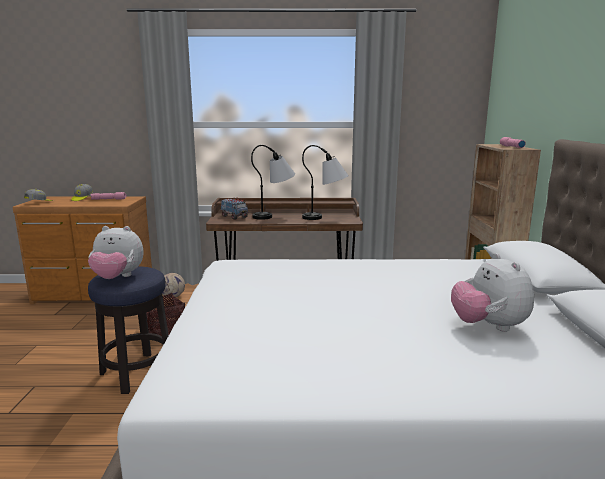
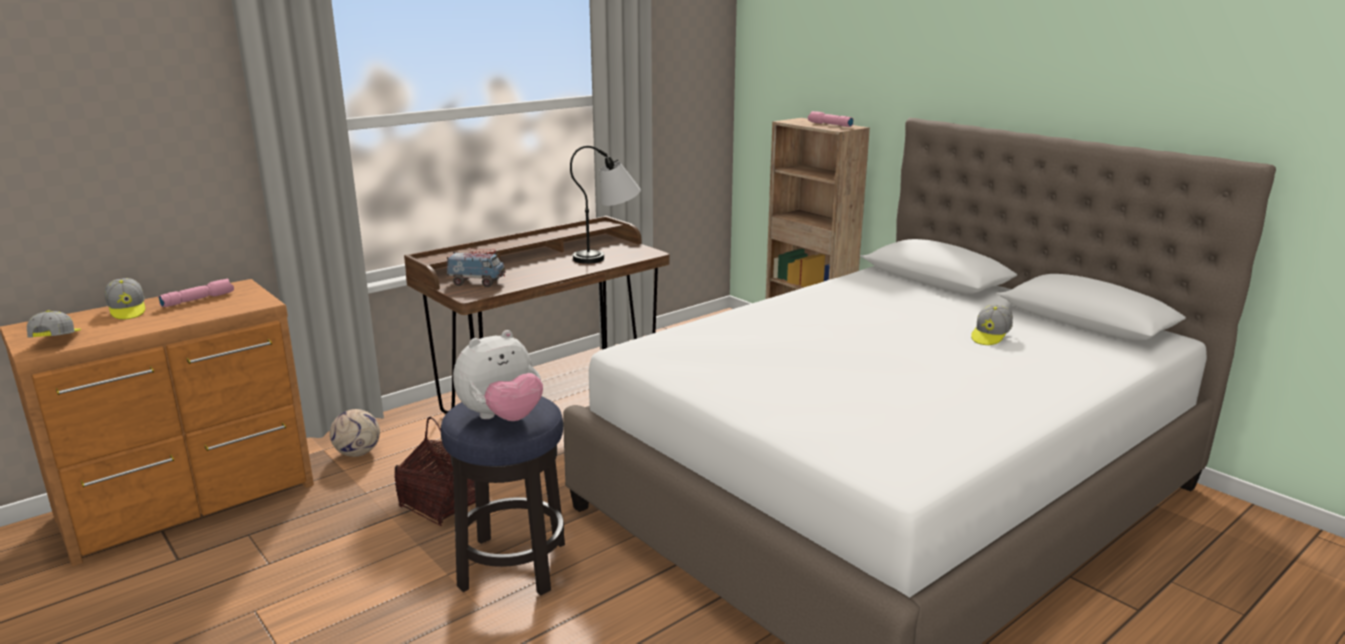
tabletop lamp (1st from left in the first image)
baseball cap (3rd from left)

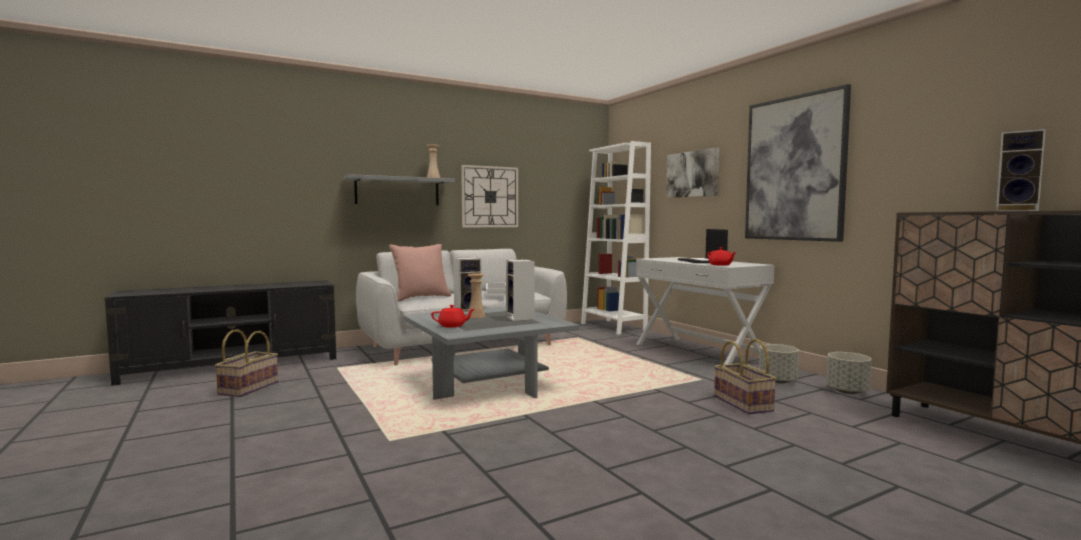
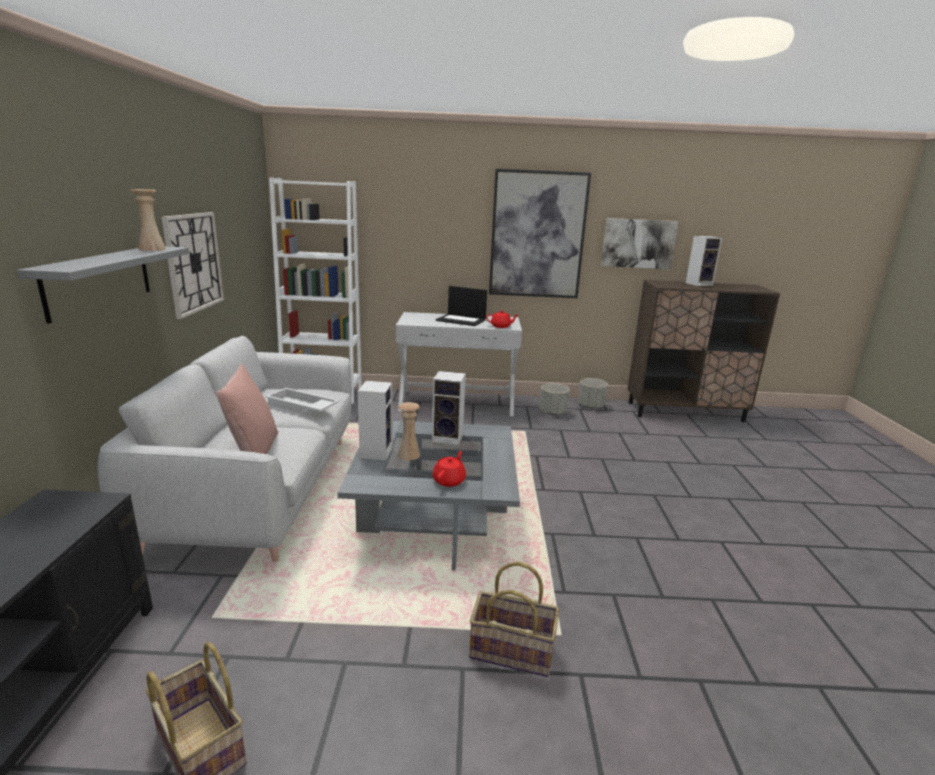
wall picture (2nd from left)
storage basket (2nd from left)

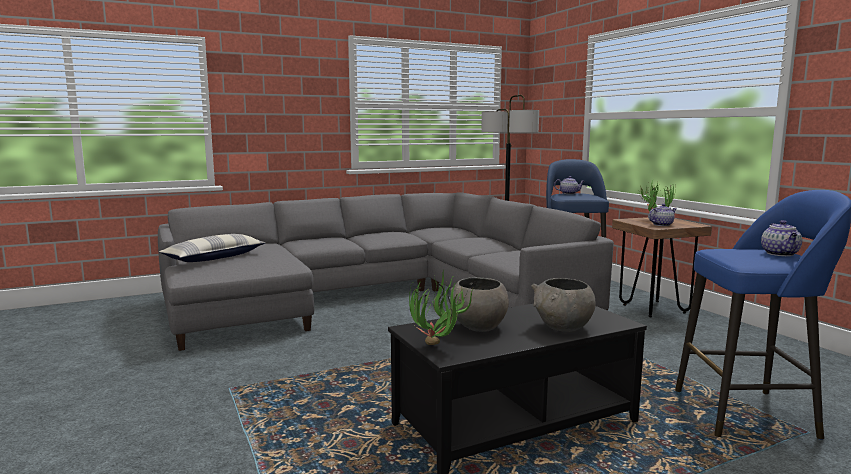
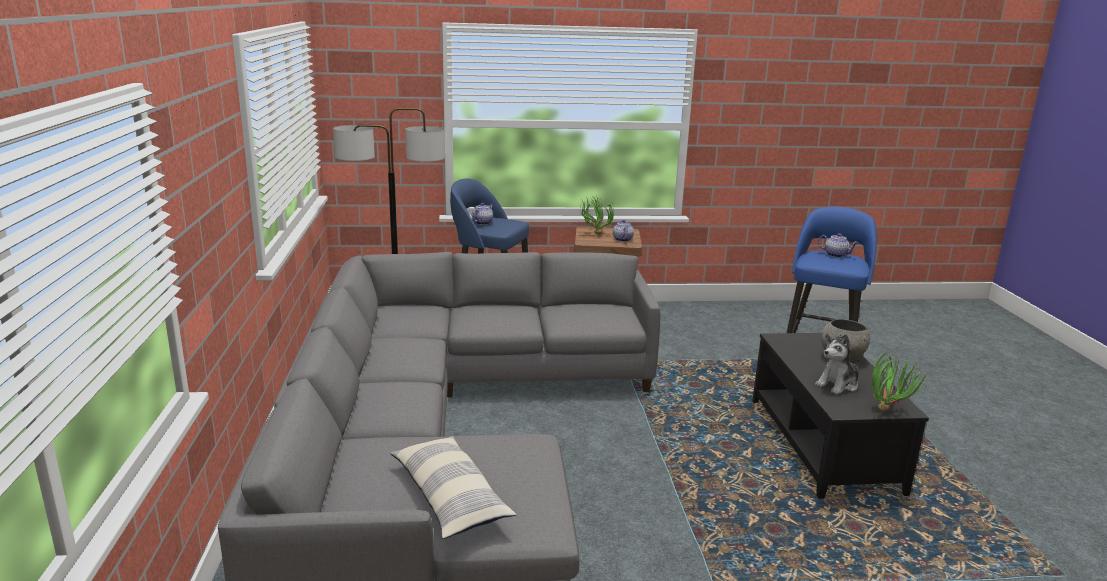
plush toy

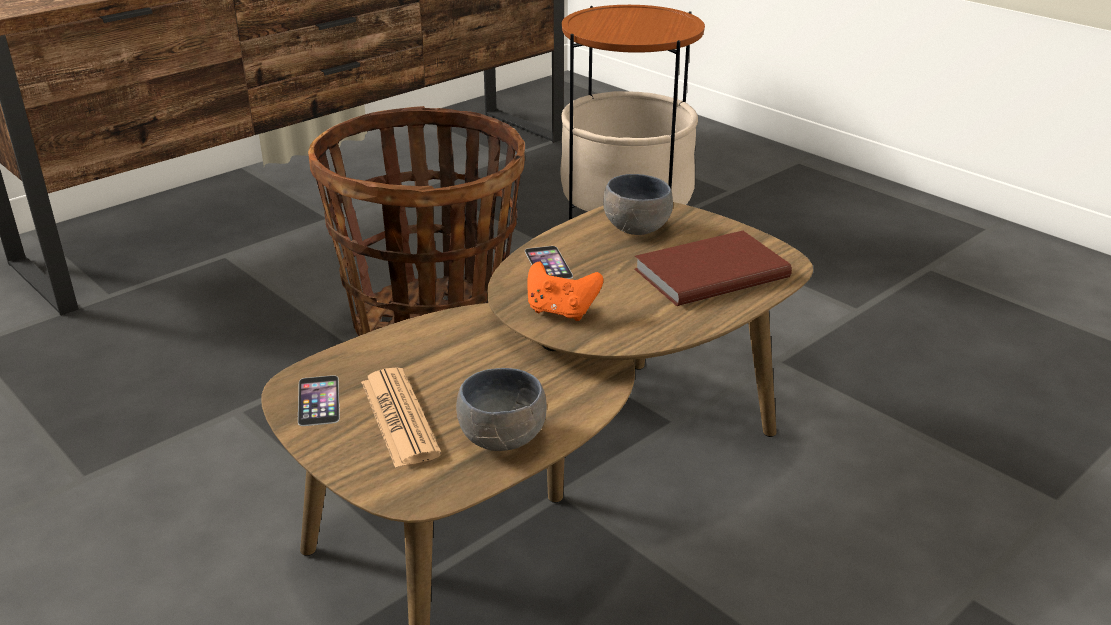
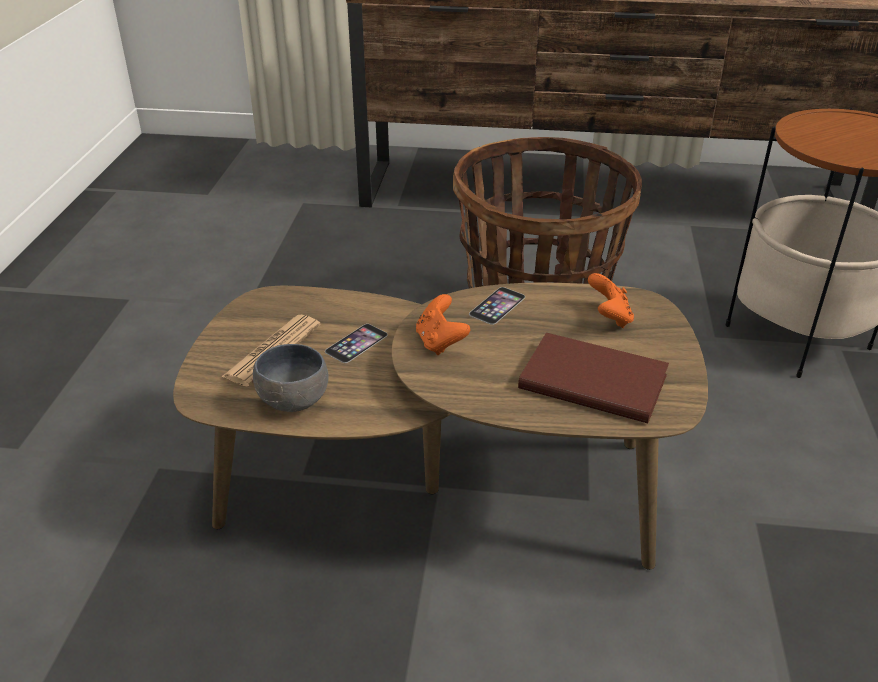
phone (1st from left)
orange gamepad (2nd from left)

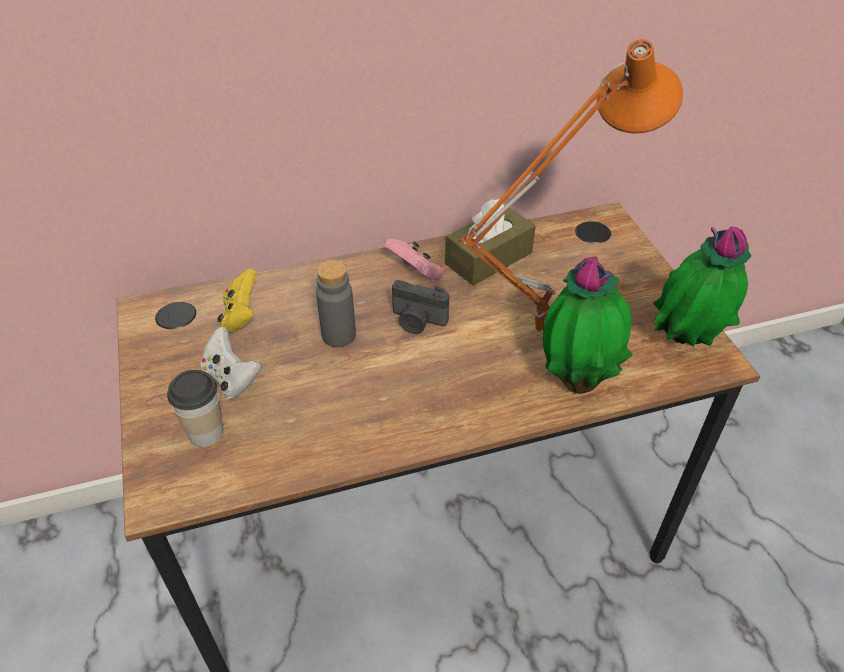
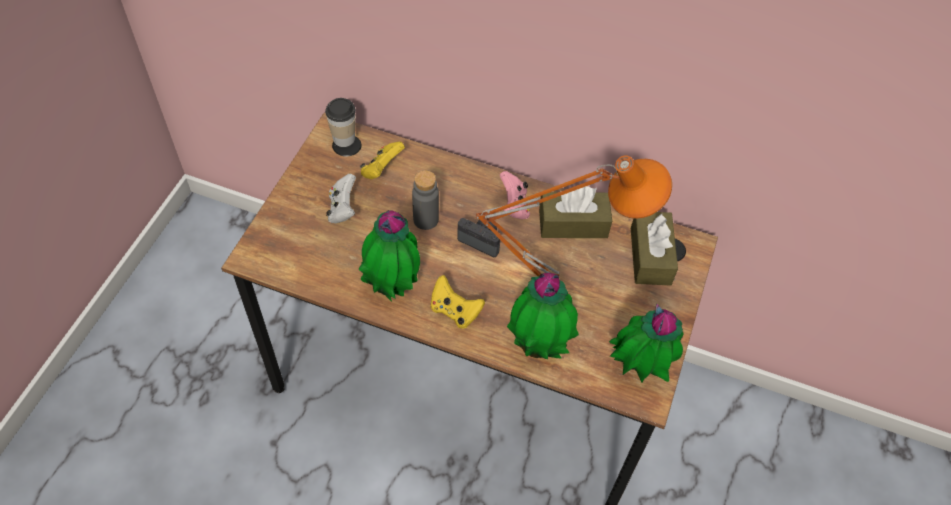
plant in a pot (1st from left)
yellowish gamepad (2nd from left)
brown tissue box (2nd from left)
small cup
photo camera

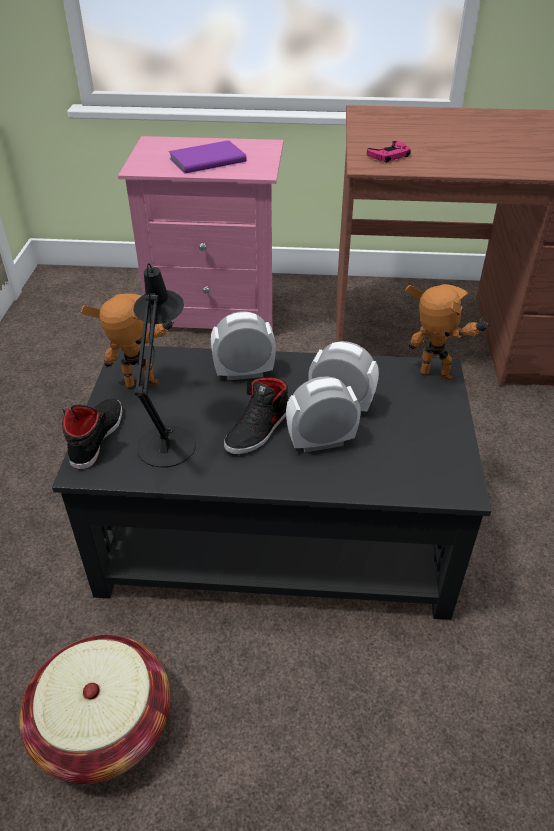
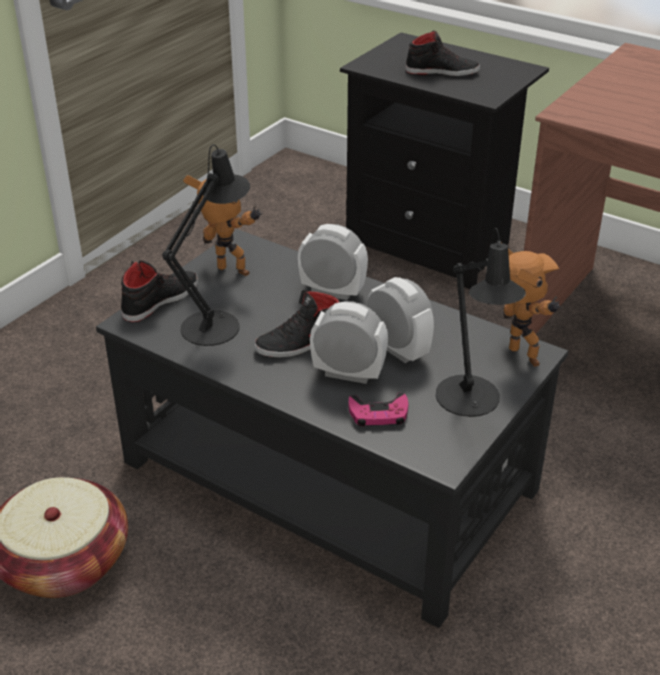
black tabletop lamp (2nd from left)
pink-coloured gamepad
black shoe (3rd from left)
black bedside table

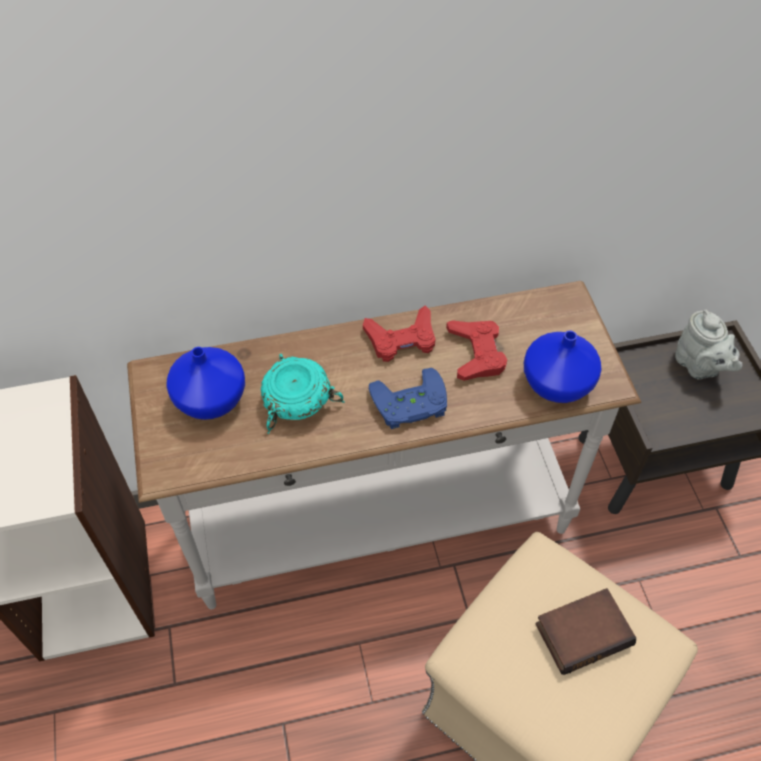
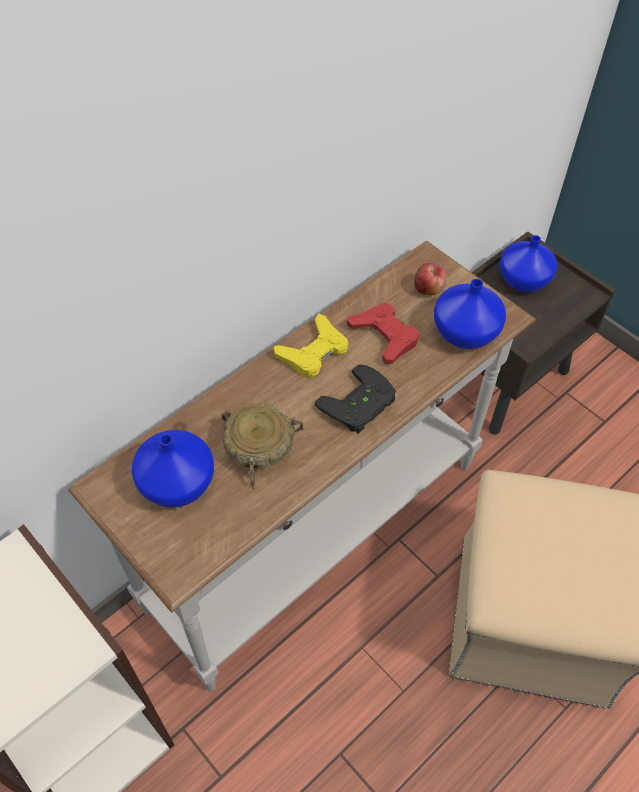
book
apple fruit
blue-coloured vase (3rd from left)
sand-coloured serving bowl
yellowish gamepad
black gamepad

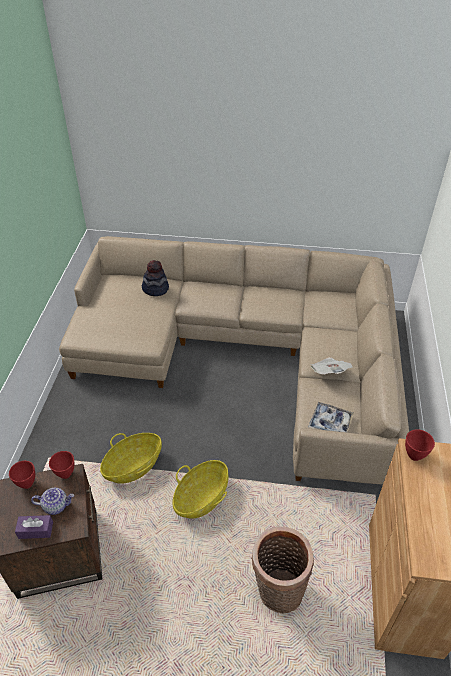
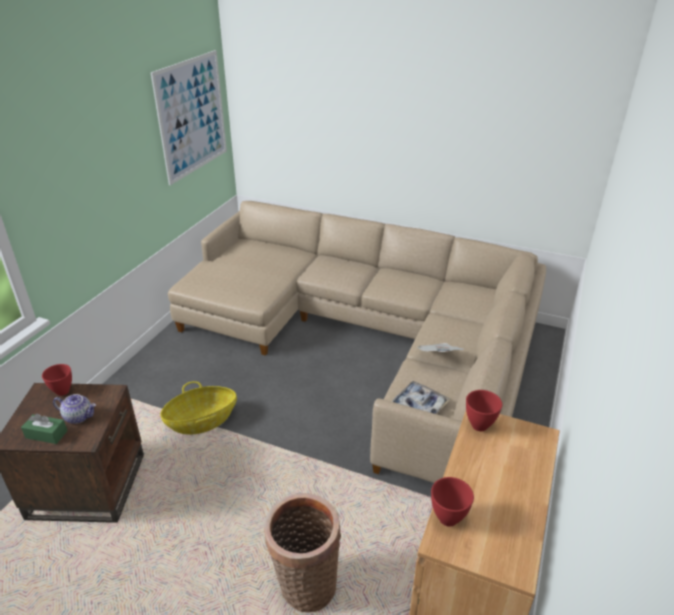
clothing hat
storage basket (2nd from left in the first image)
wall picture
reddish serving bowl (2nd from left)
green tissue box

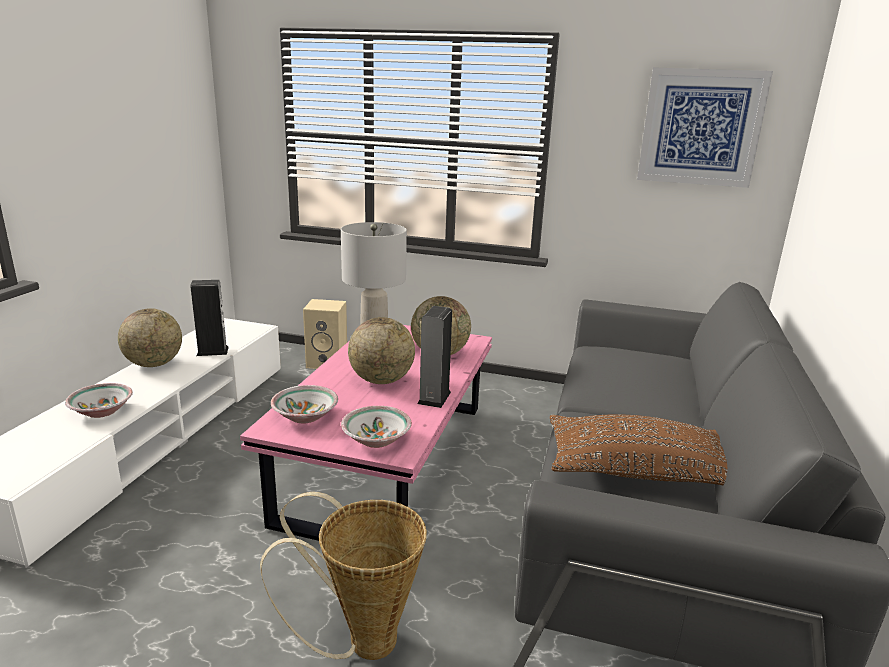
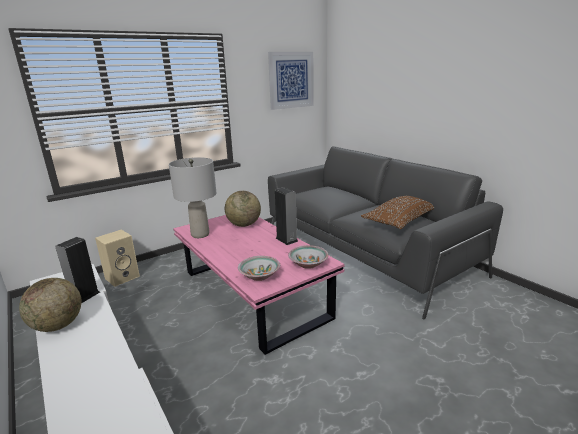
serving bowl (1st from left in the first image)
storage basket
world globe (2nd from left in the first image)

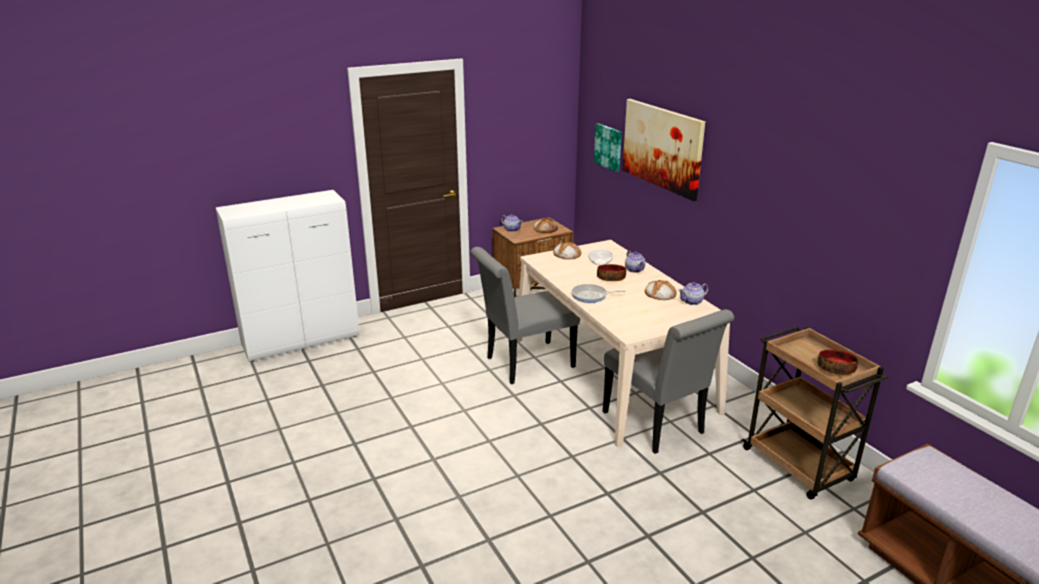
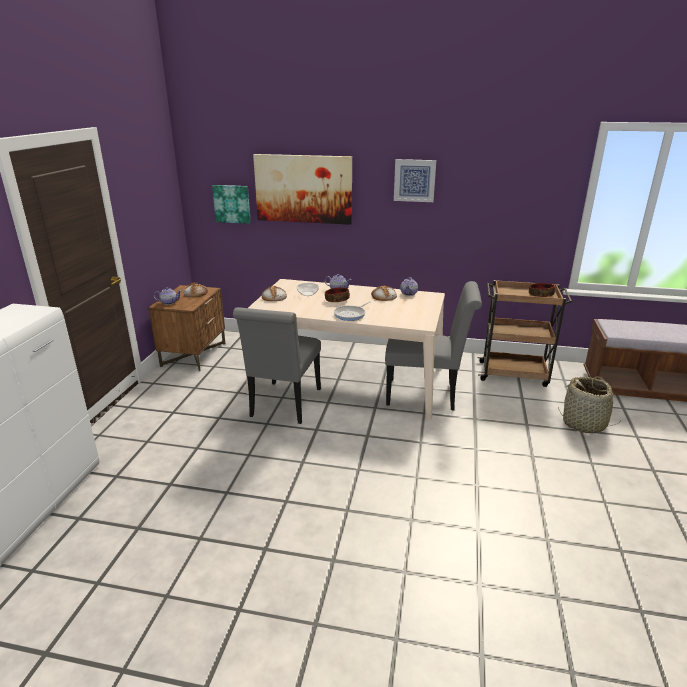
wall picture (3rd from left)
storage basket

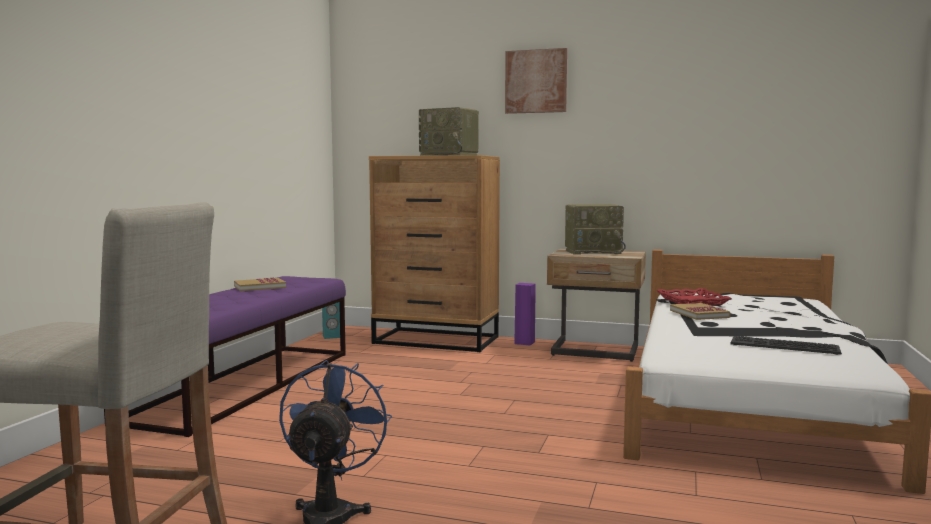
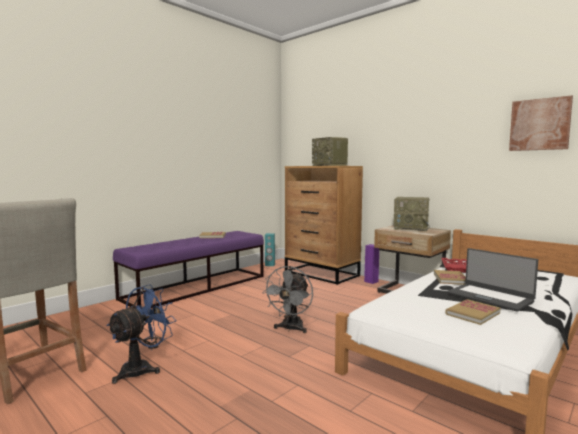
grey fan
laptop
wall picture
book (3rd from left)

